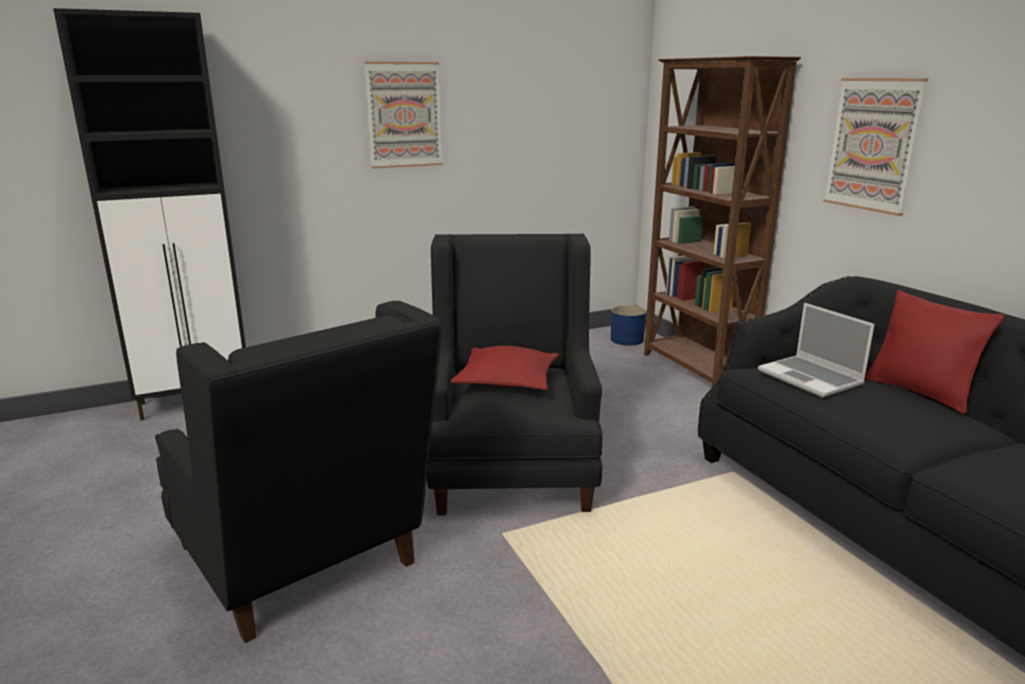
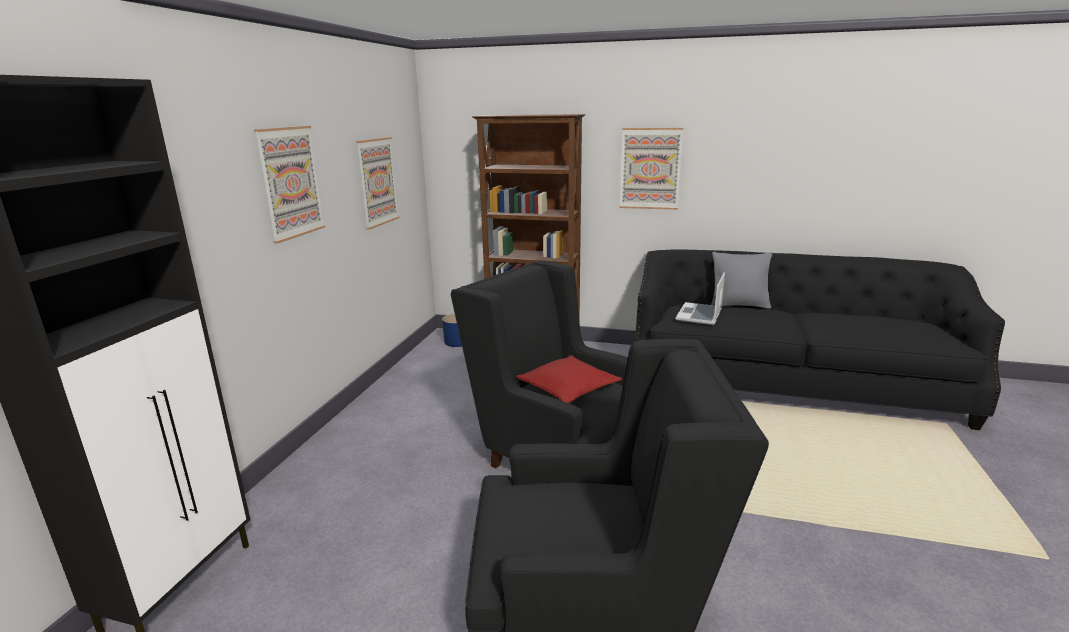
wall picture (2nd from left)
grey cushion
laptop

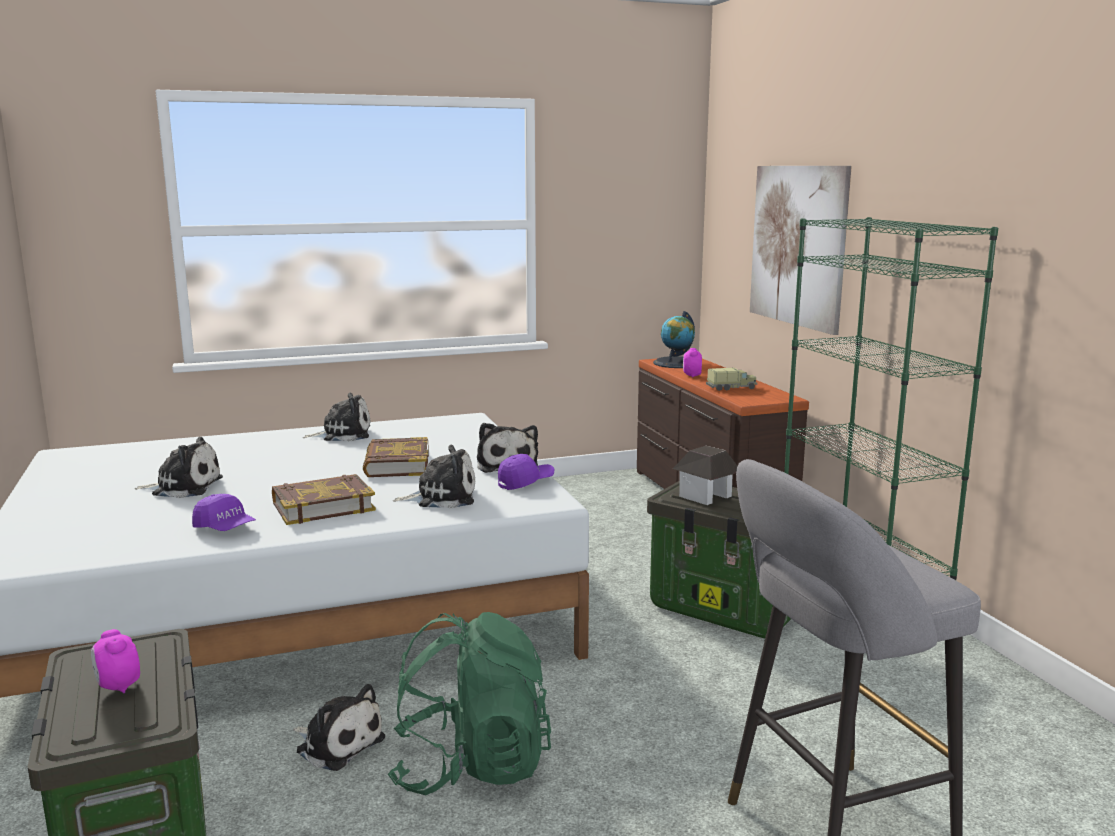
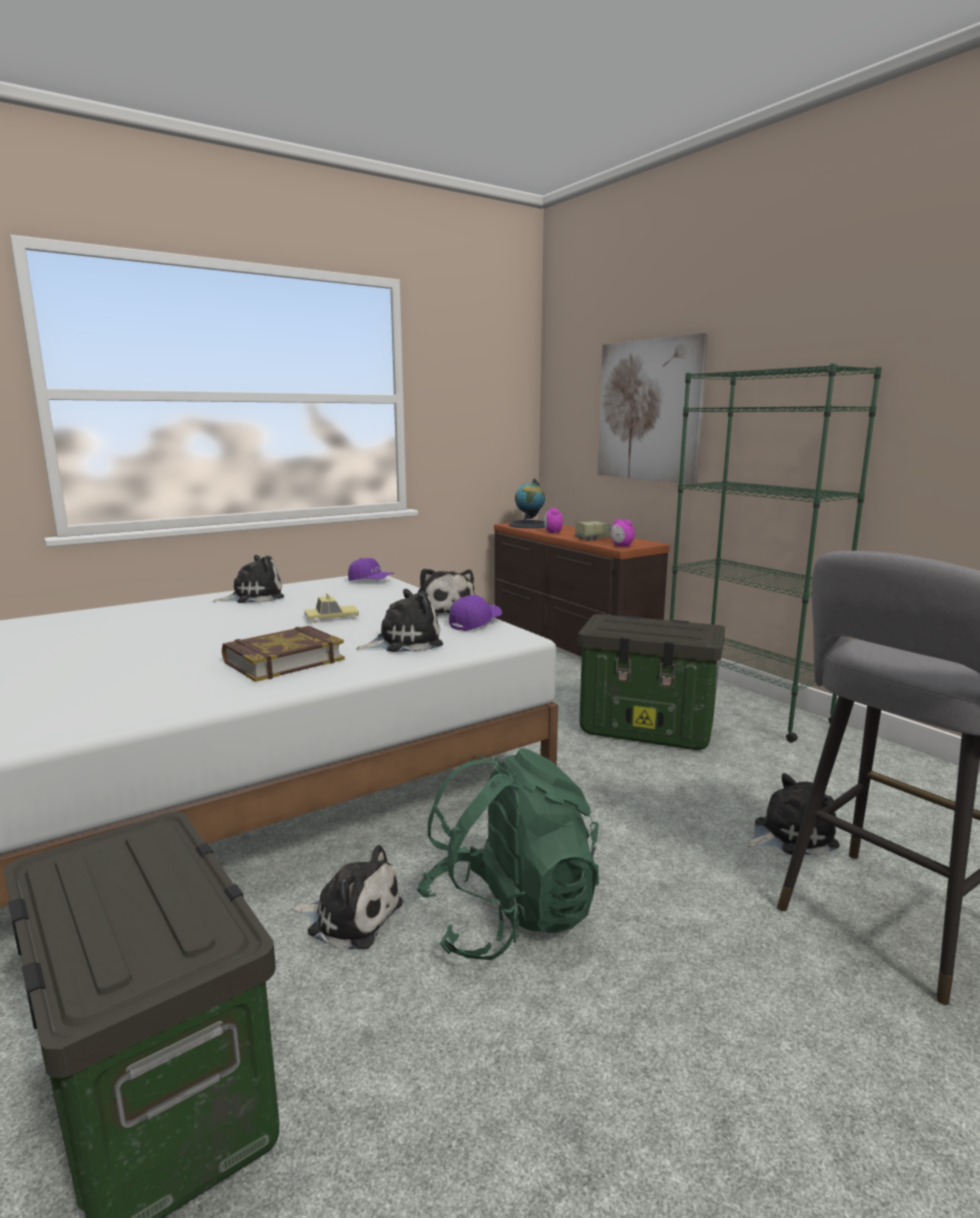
miniature house
alarm clock (2nd from left)
plush toy (5th from left)
purple baseball cap (1st from left)
model car

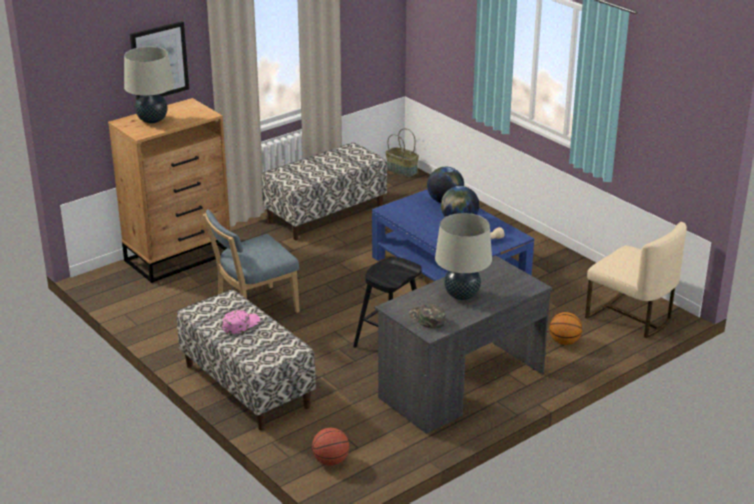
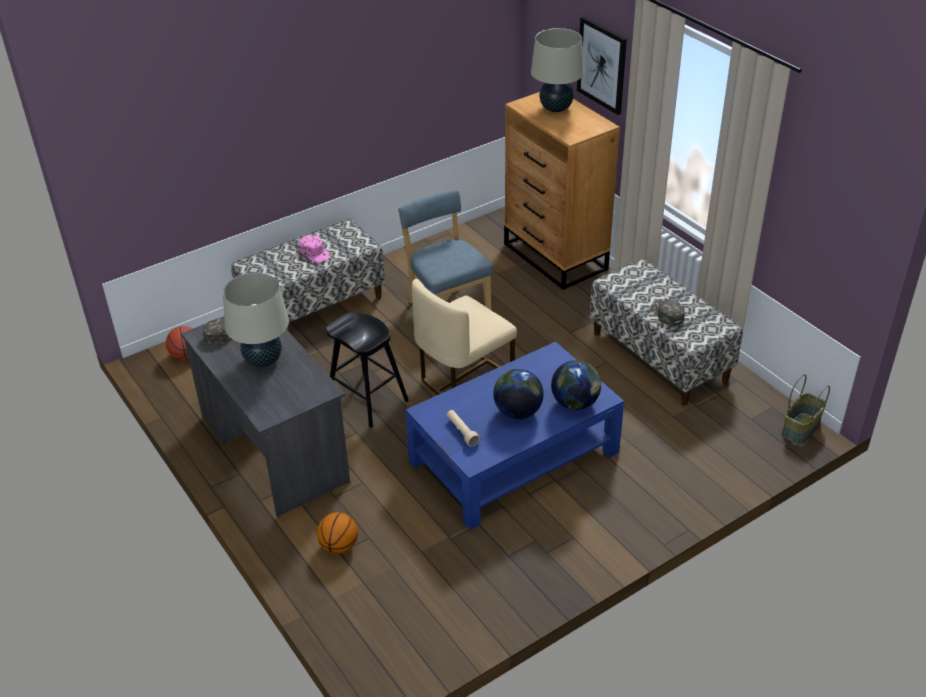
green baseball cap (2nd from left)
sand-coloured plain chair

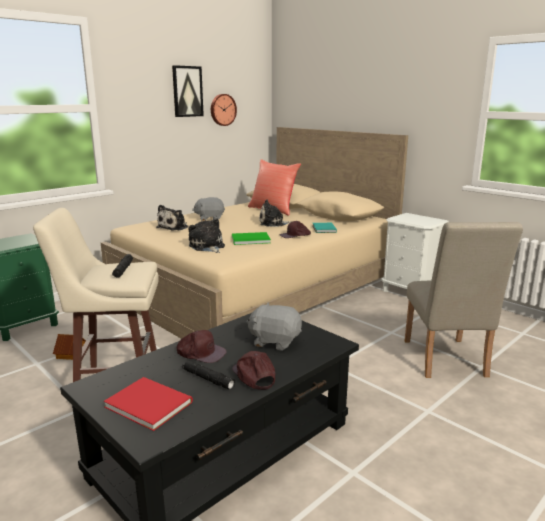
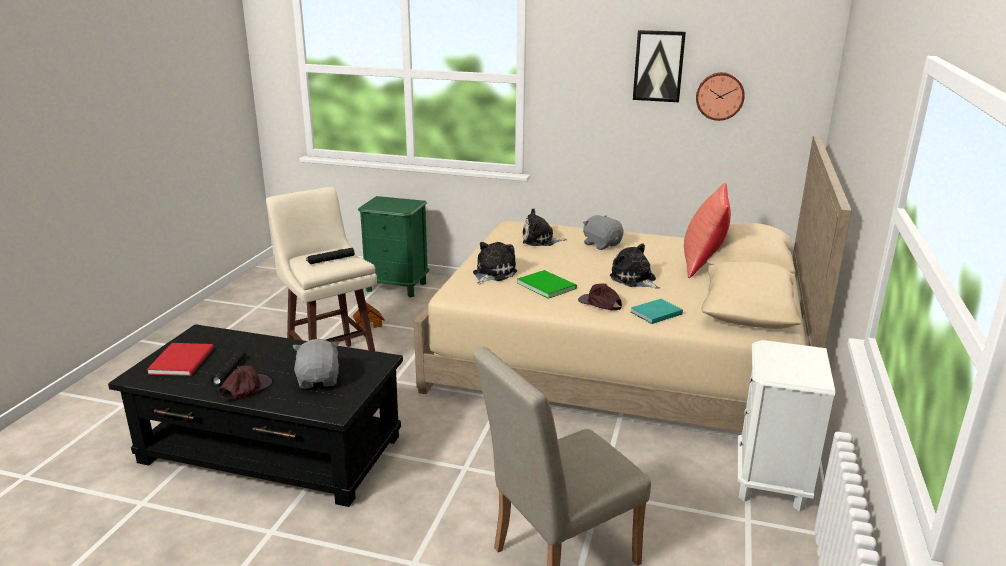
brown baseball cap (1st from left in the first image)

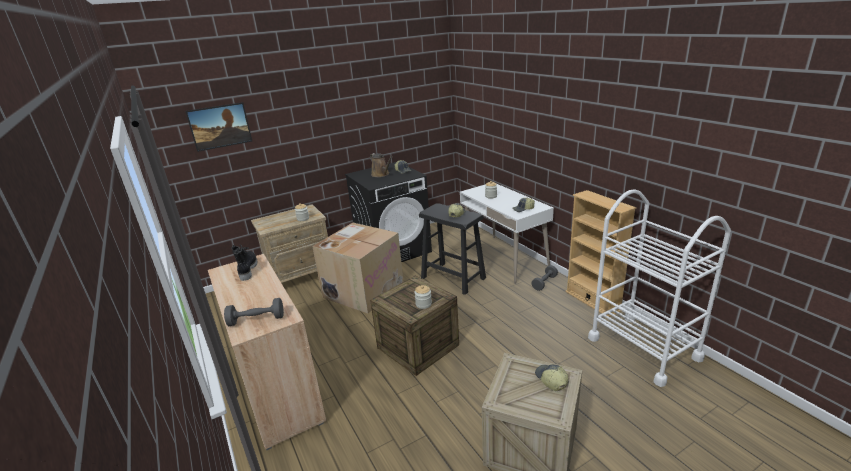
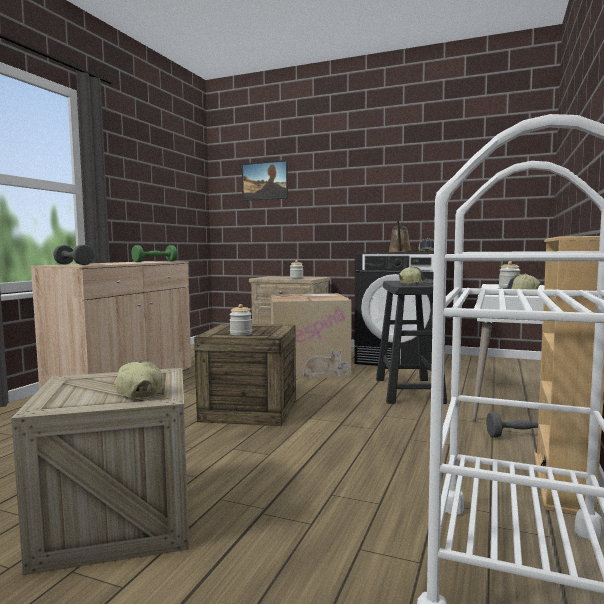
green dumbbell
baseball cap (1st from left)

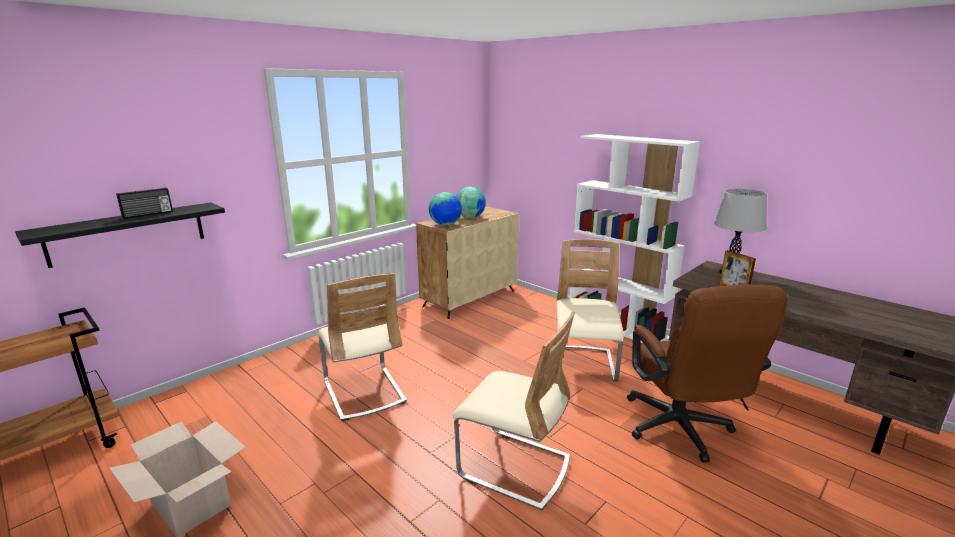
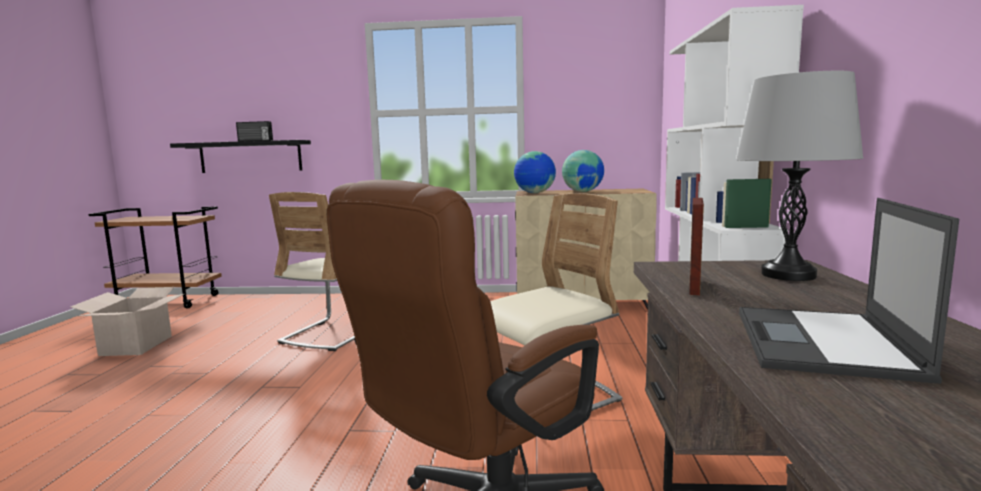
sand-coloured plain chair (2nd from left in the first image)
laptop

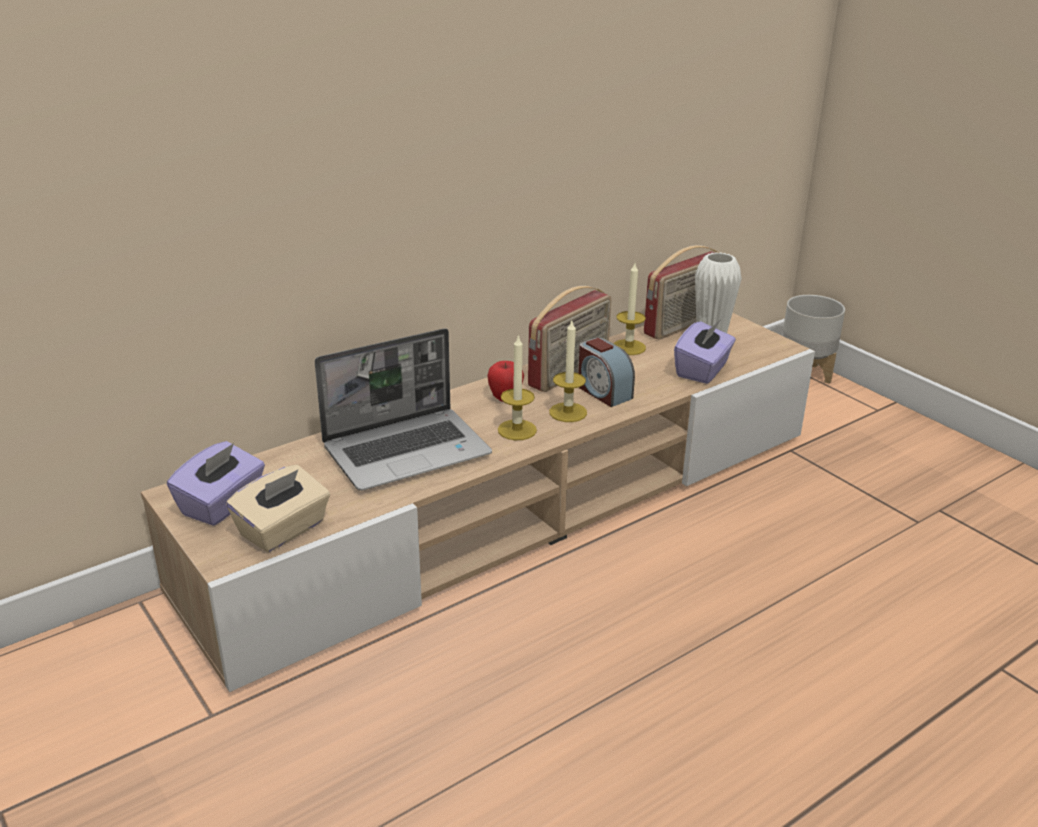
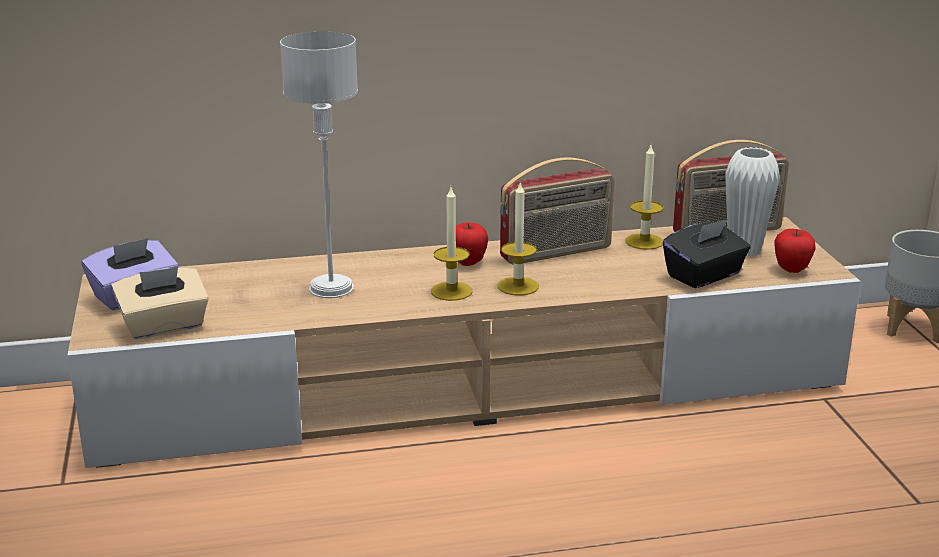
alarm clock
apple fruit (2nd from left)
grey tabletop lamp
black tissue box

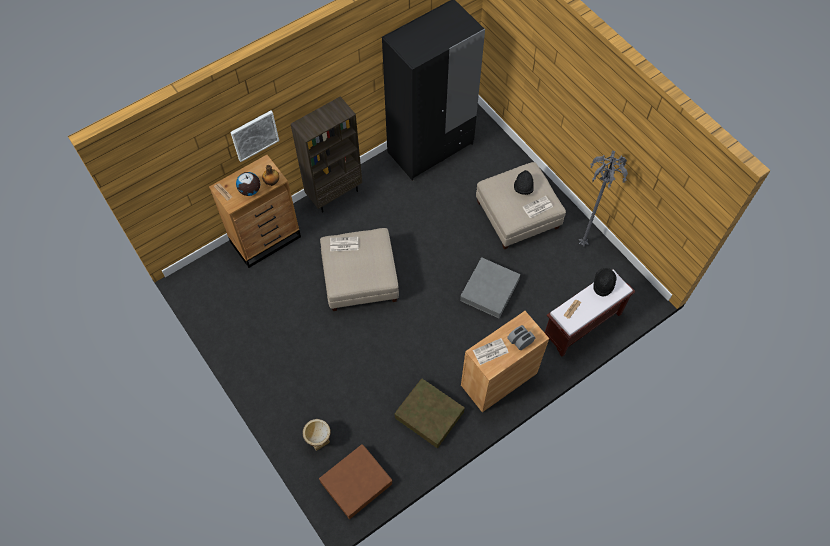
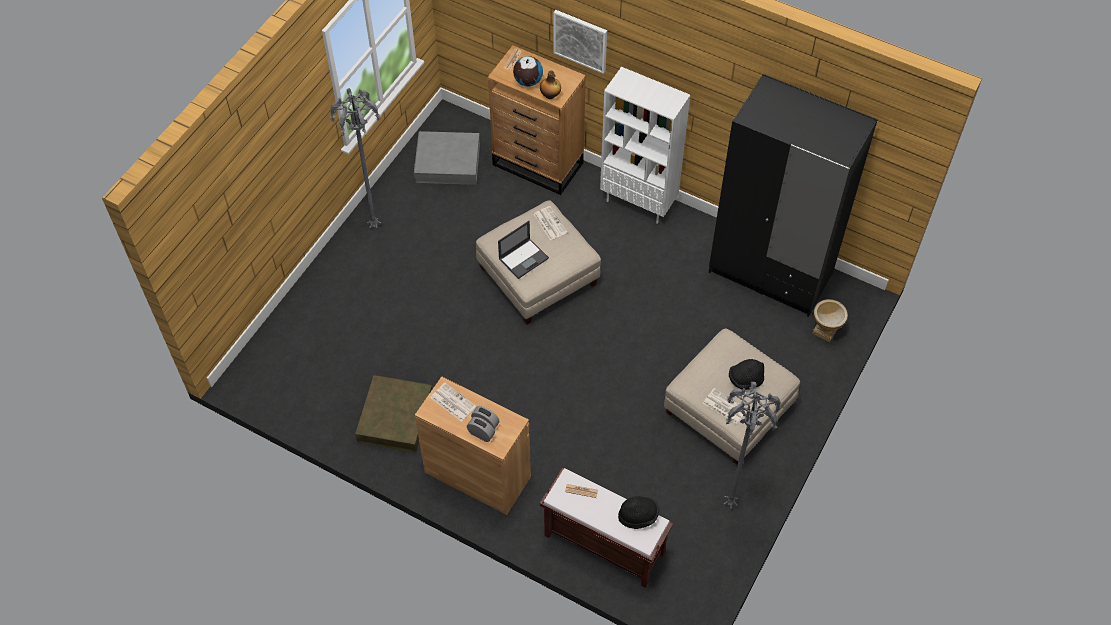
brown storage bin (1st from left in the first image)
grey standard lamp (1st from left)
laptop
vase
grey storage bin
whitish bookcase

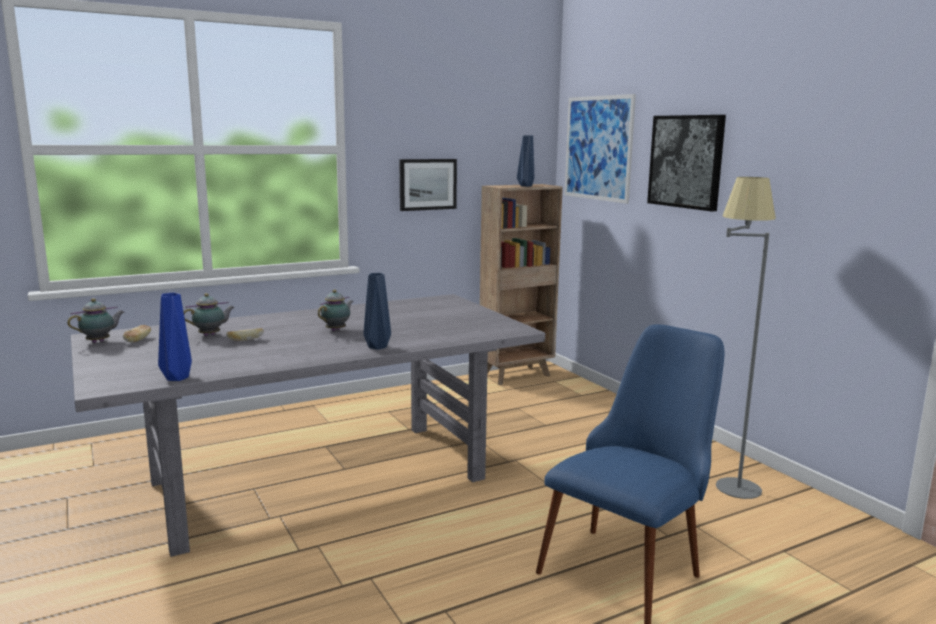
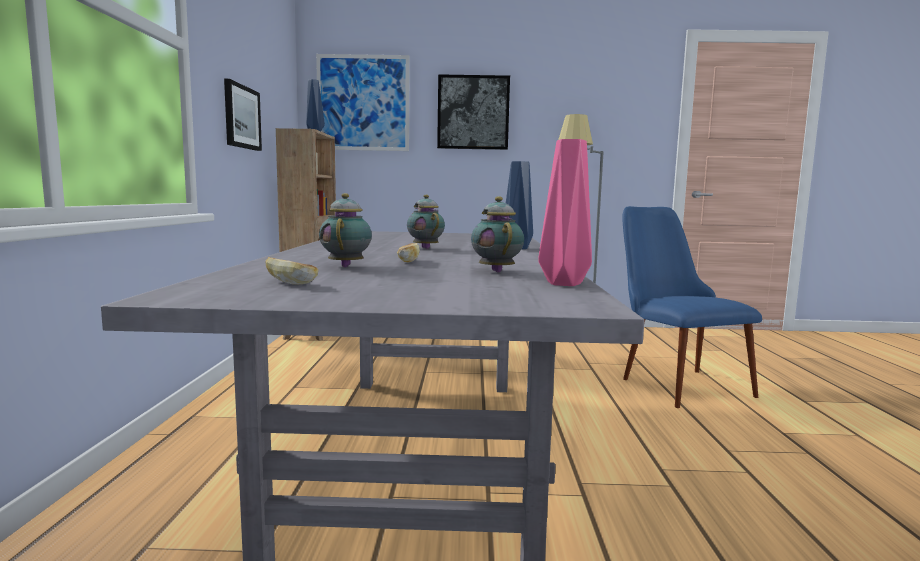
tea pot (3rd from left)
pink-coloured vase

